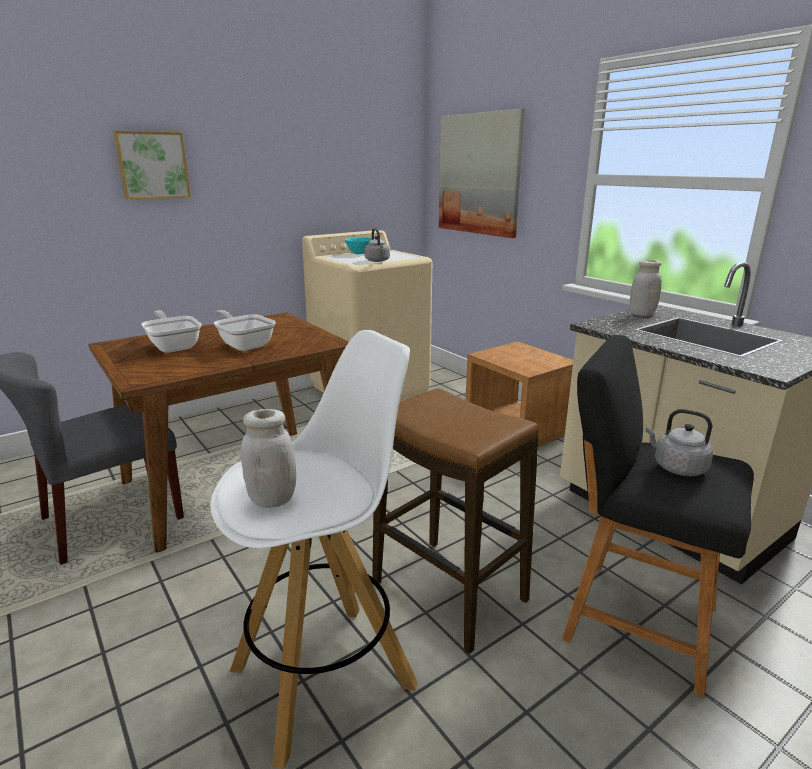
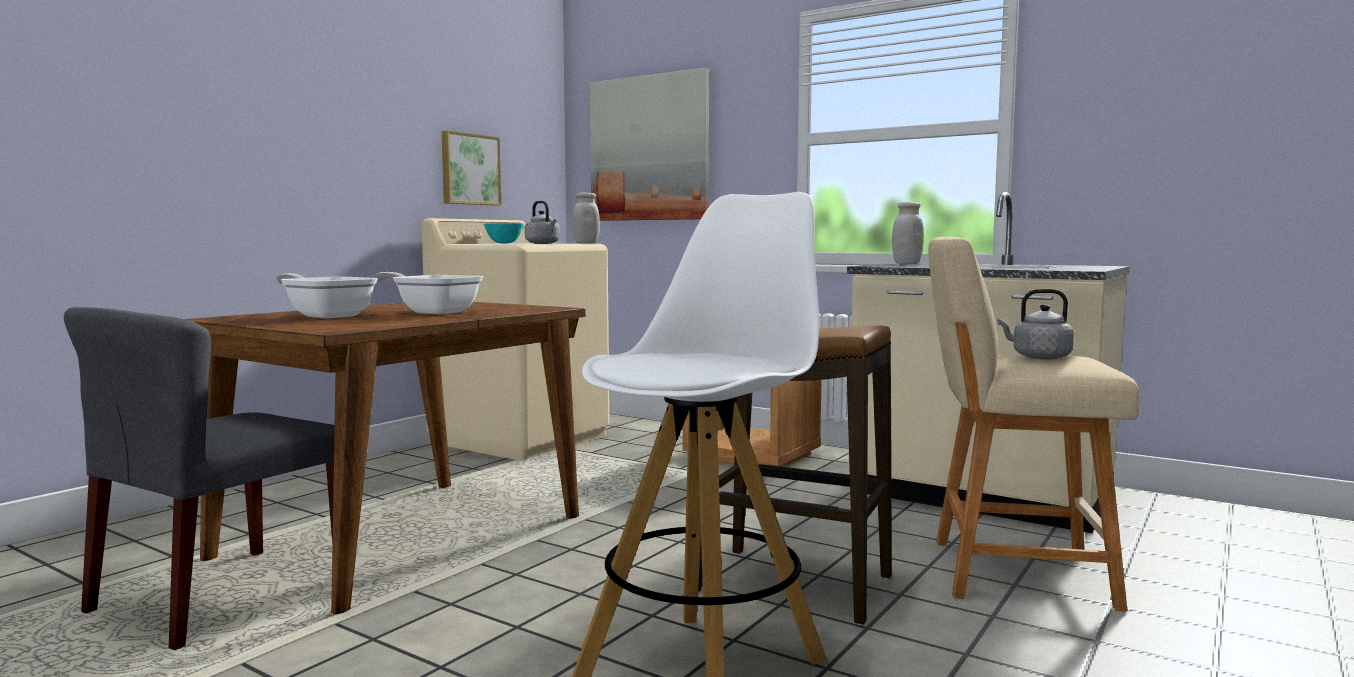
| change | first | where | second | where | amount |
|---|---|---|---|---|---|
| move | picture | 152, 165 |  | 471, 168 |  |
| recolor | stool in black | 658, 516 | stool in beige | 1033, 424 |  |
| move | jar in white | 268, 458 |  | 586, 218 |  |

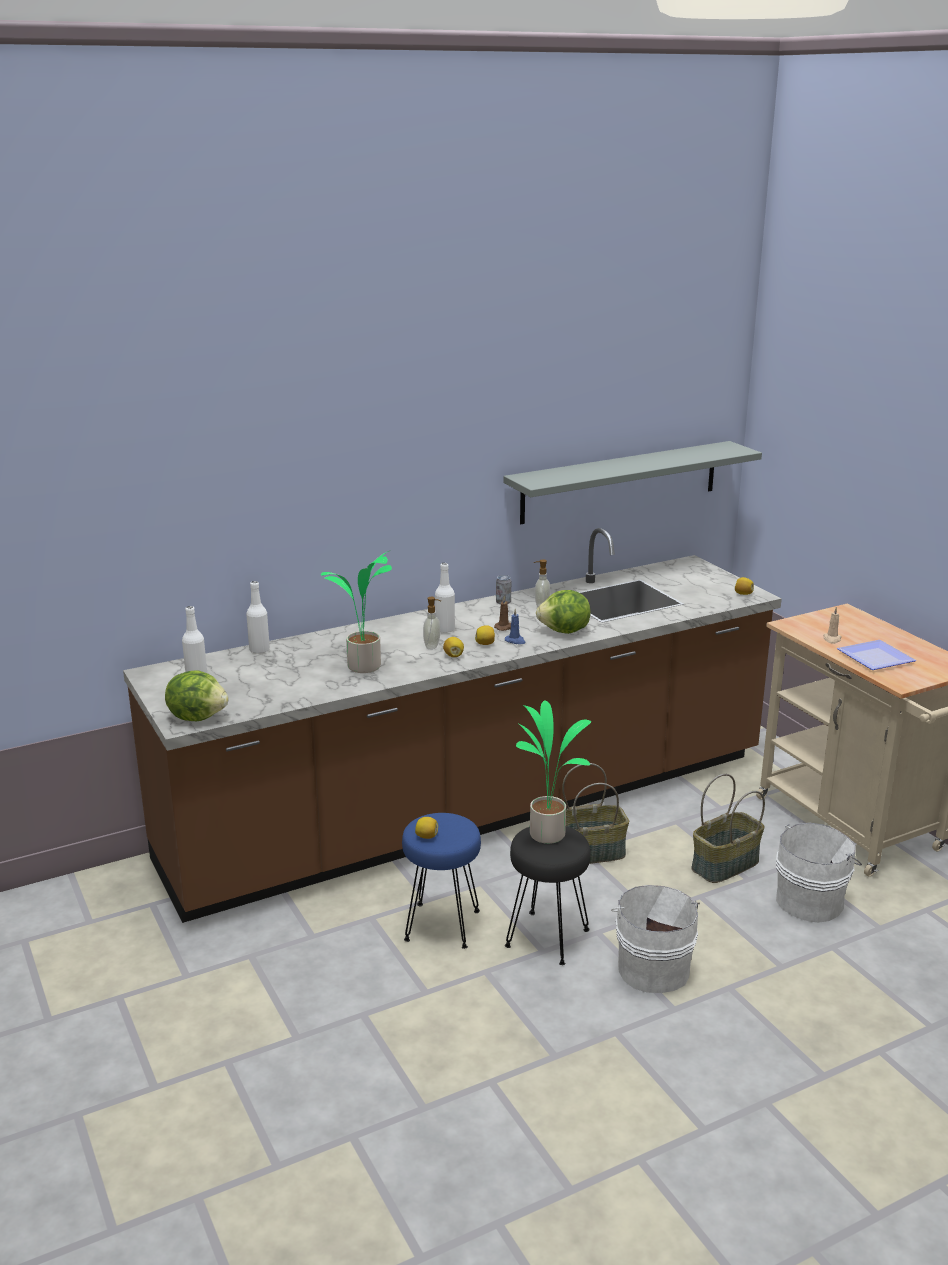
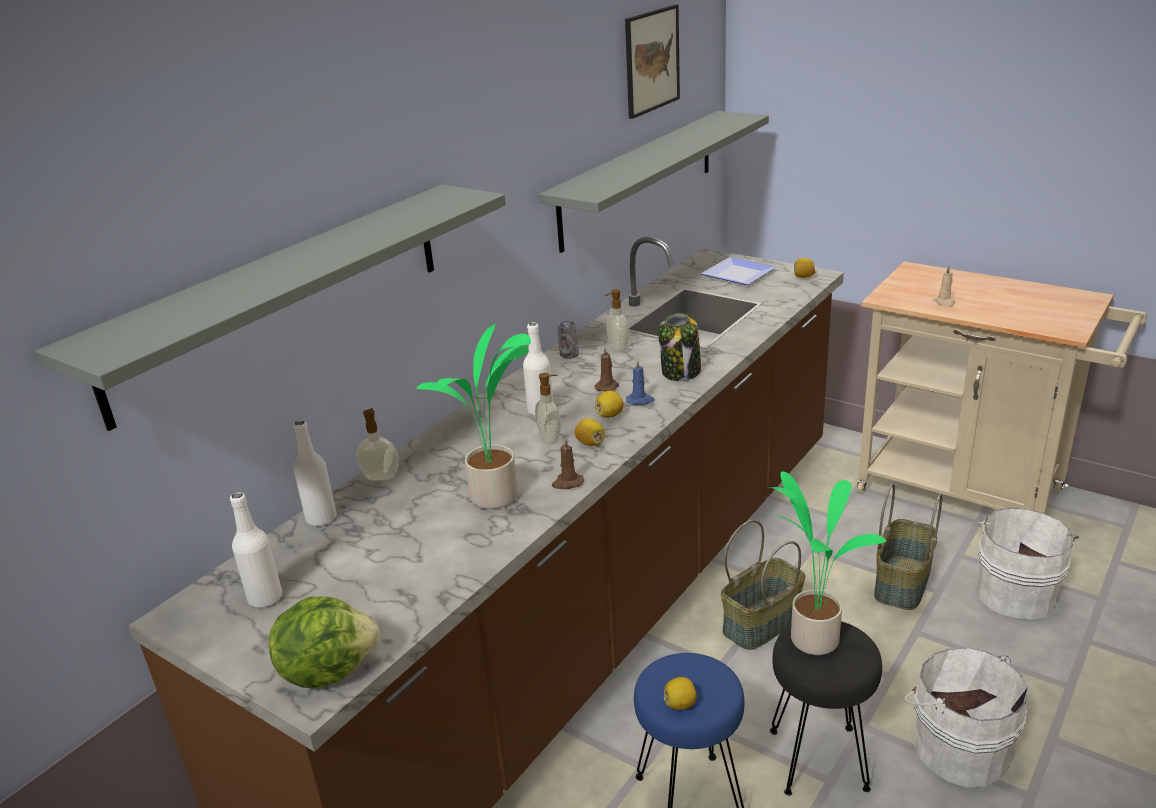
| change | first | where | second | where | amount |
|---|---|---|---|---|---|
| replace | lettuce | 563, 612 | jar | 679, 347 |  |
| move | plate | 876, 655 |  | 738, 271 |  |
| insert |  |  | picture | 652, 62 |  |
| insert |  |  | shelf in grey | 270, 307 |  |
| insert |  |  | soap dispenser | 377, 444 |  |
| insert |  |  | candle in brown | 568, 463 |  |

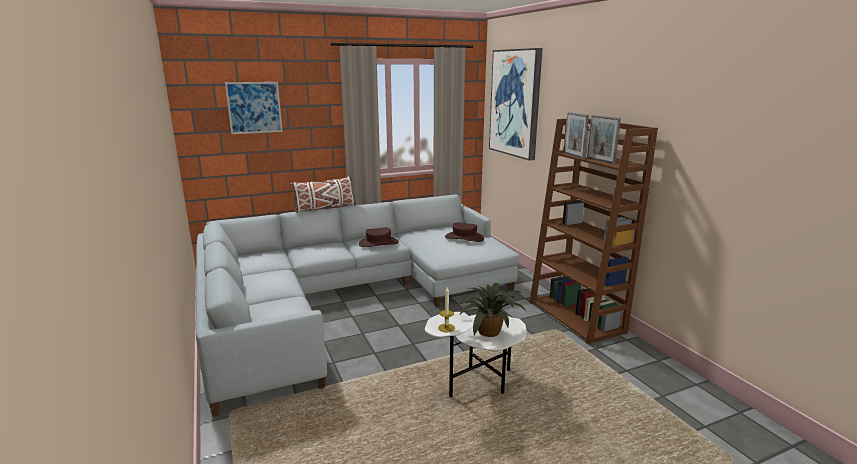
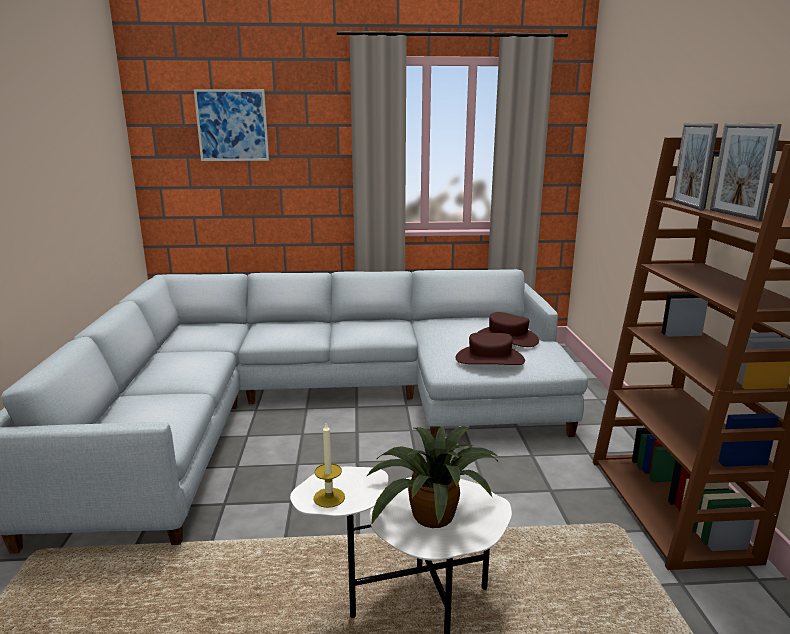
| change | first | where | second | where | amount |
|---|---|---|---|---|---|
| delete | picture | 515, 104 |  |  |  |
| delete | pillow in white | 323, 194 |  |  |  |
| move | hat in brown | 379, 237 |  | 490, 349 |  |

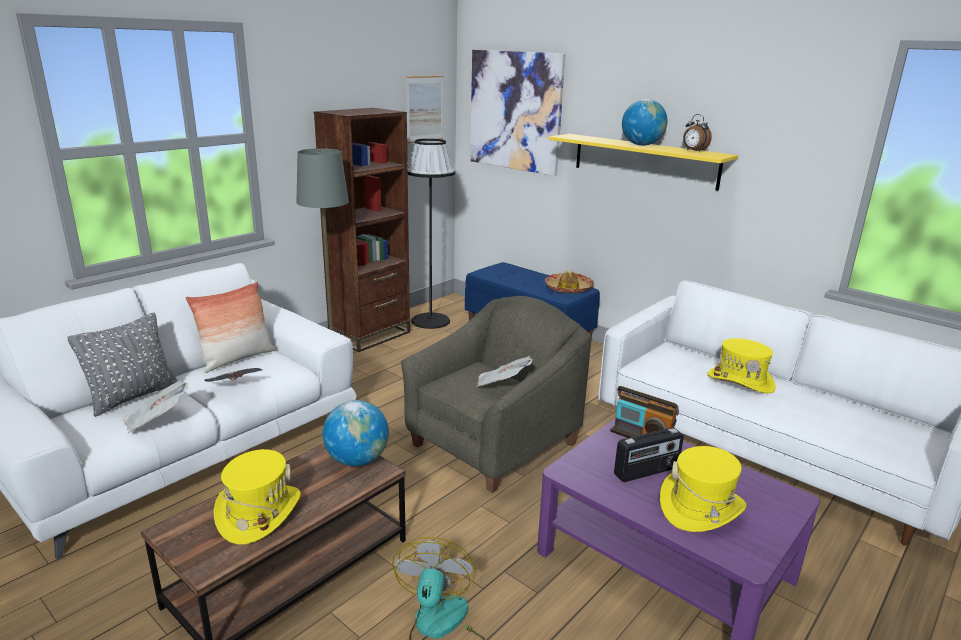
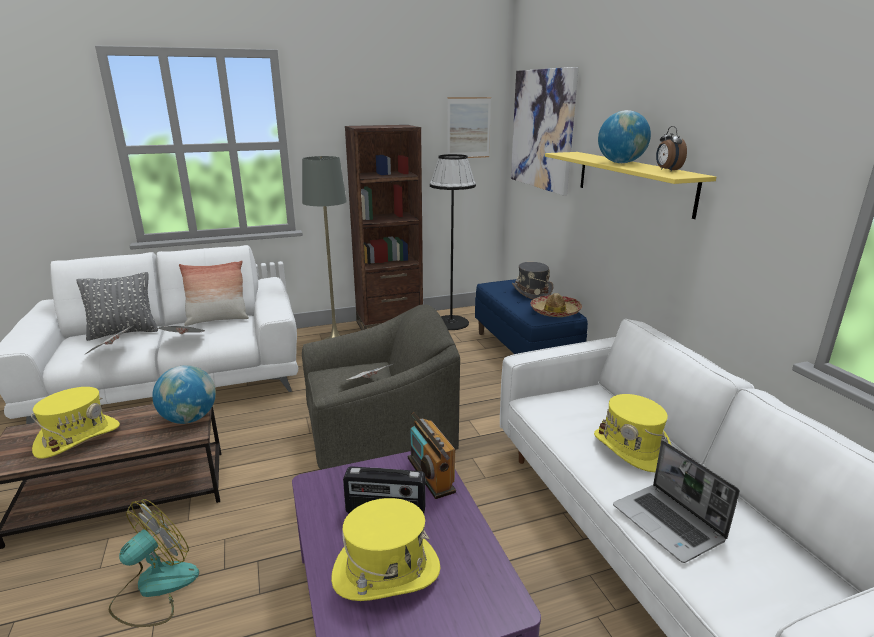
| change | first | where | second | where | amount |
|---|---|---|---|---|---|
| insert |  |  | hat in grey | 532, 281 |  |
| insert |  |  | laptop | 676, 501 |  |

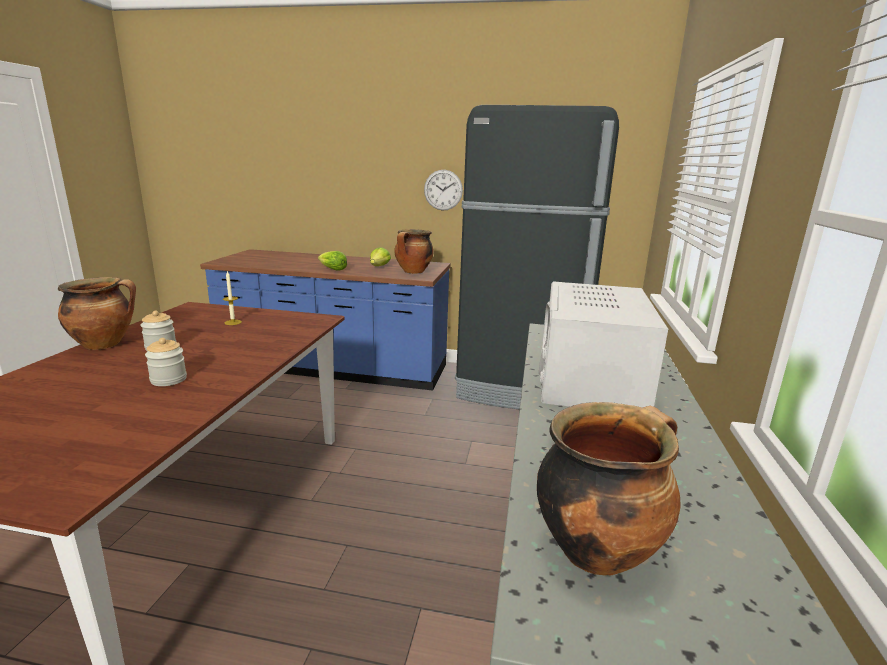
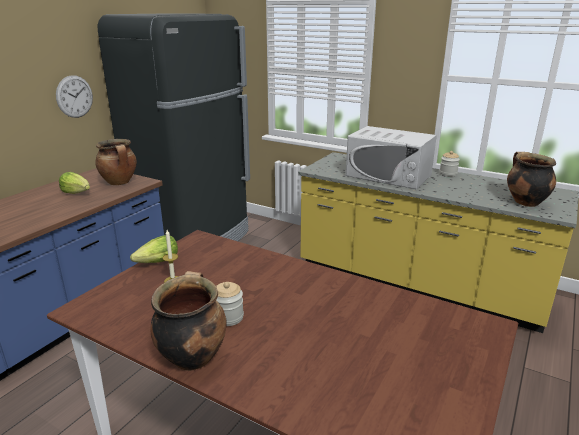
| change | first | where | second | where | amount |
|---|---|---|---|---|---|
| move | lettuce | 332, 261 |  | 154, 249 |  |
| move | jar | 166, 362 |  | 449, 163 |  |

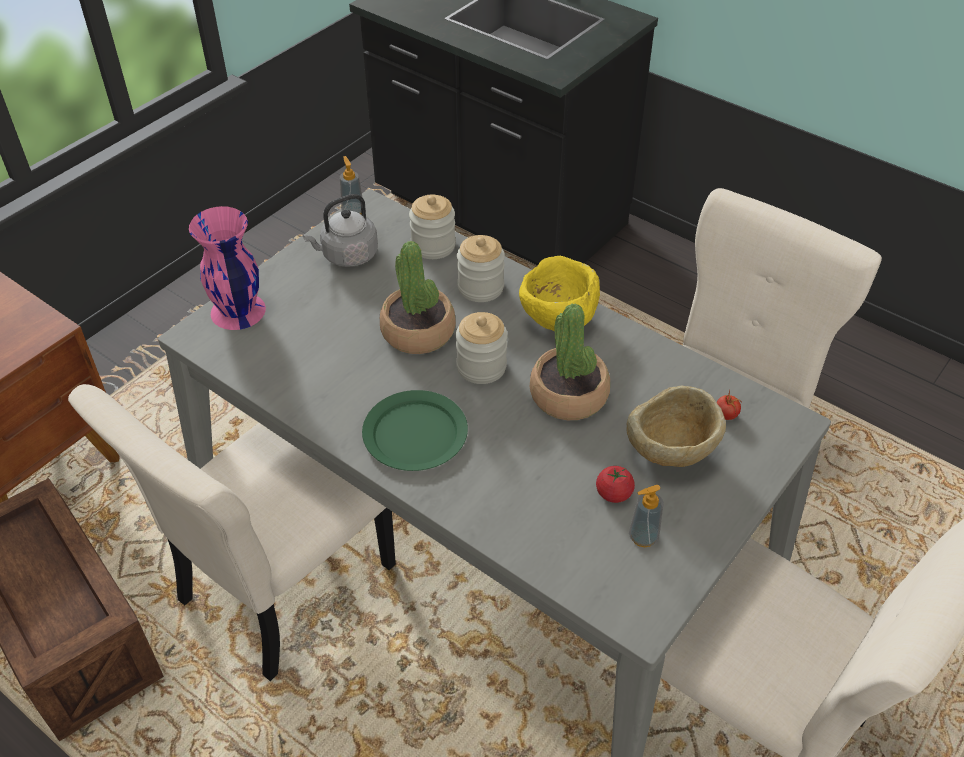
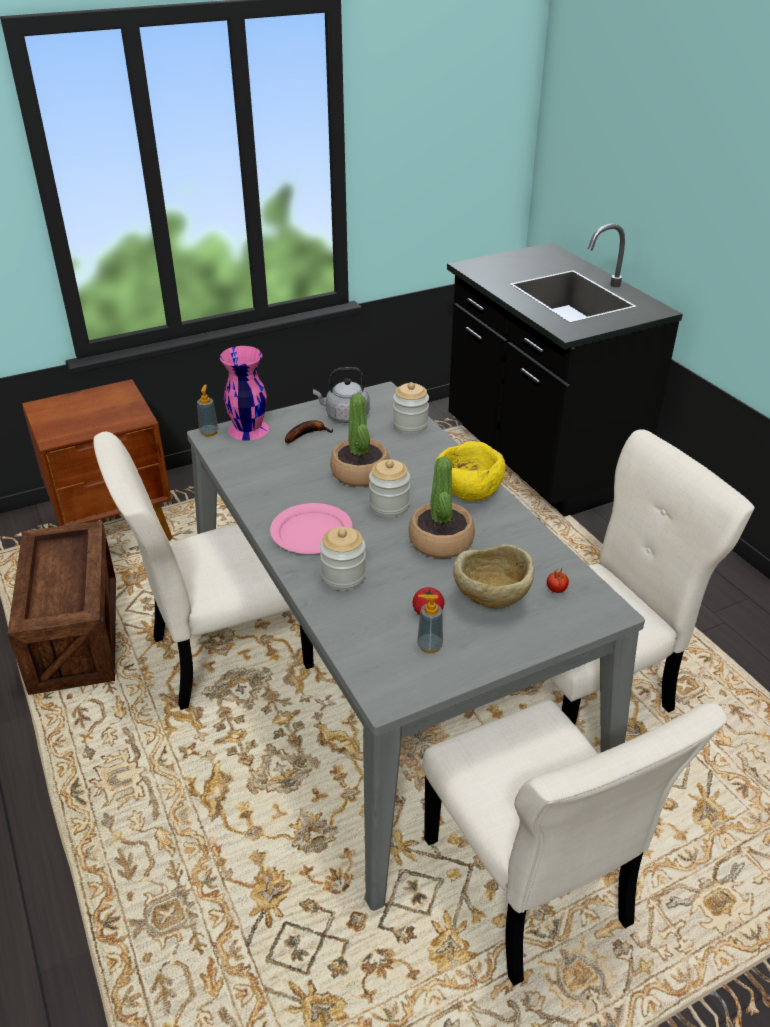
| change | first | where | second | where | amount |
|---|---|---|---|---|---|
| move | soap dispenser | 351, 185 |  | 207, 411 |  |
| move | jar | 481, 268 |  | 343, 559 |  |
| recolor | plate in green | 415, 430 | plate in pink | 311, 528 |  |
| insert |  |  | banana | 309, 431 |  |

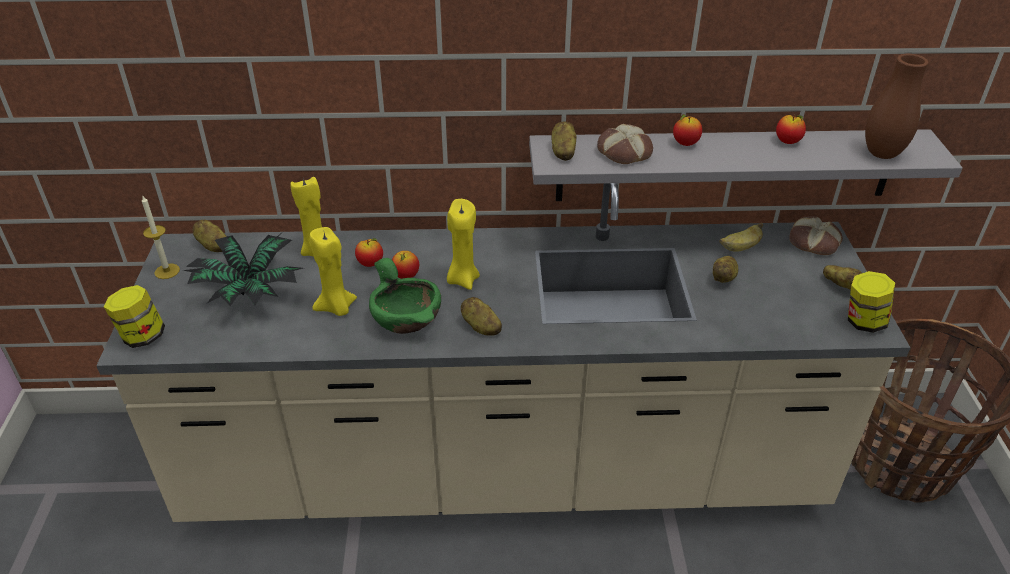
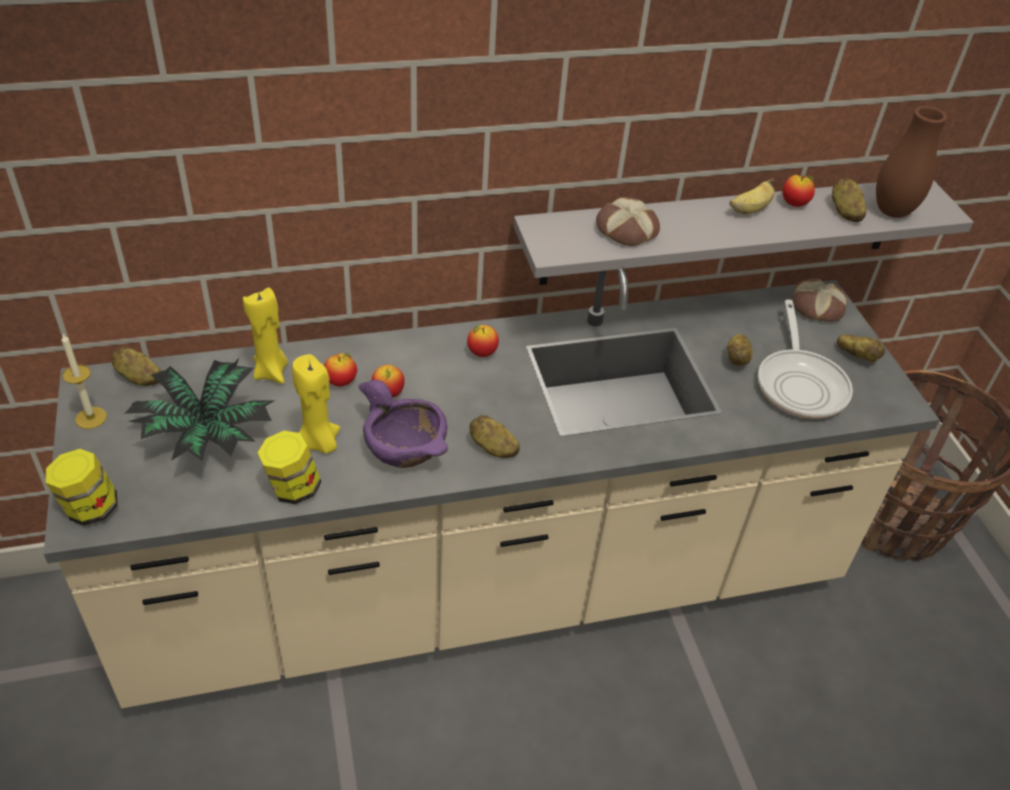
| change | first | where | second | where | amount |
|---|---|---|---|---|---|
| move | apple | 687, 130 |  | 483, 341 |  |
| move | potato | 564, 141 |  | 849, 200 |  |
| delete | candle in yellow | 463, 244 |  |  |  |
| move | banana | 741, 237 |  | 752, 196 |  |
| recolor | bowl in green | 405, 296 | bowl in purple | 403, 424 |  |
| move | jar | 871, 302 |  | 289, 467 |  |
| insert |  |  | frying pan | 805, 359 |  |

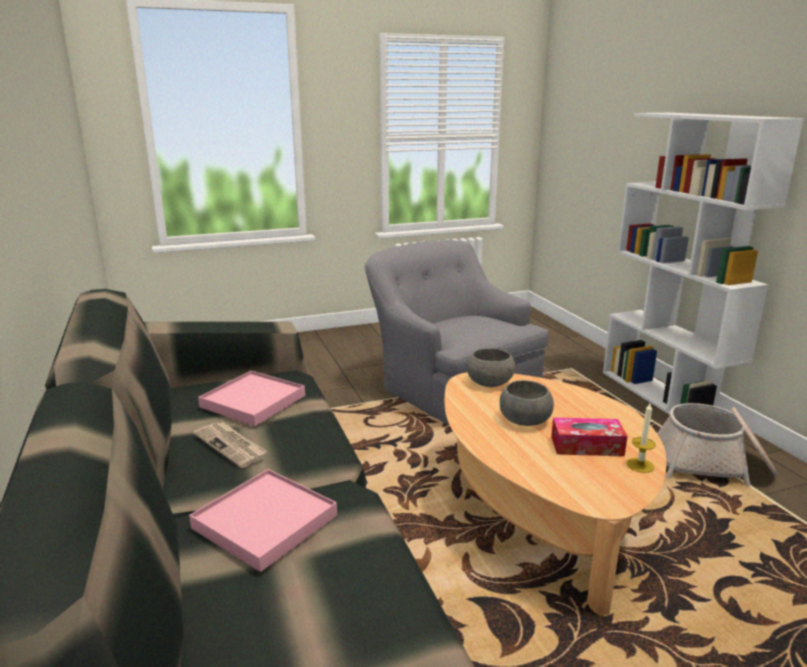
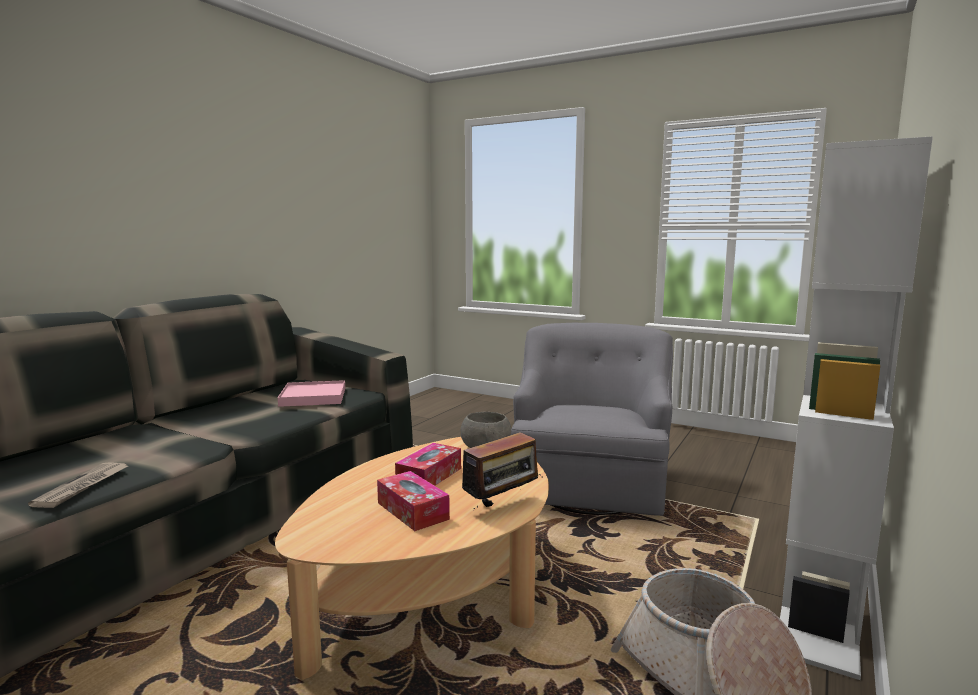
| change | first | where | second | where | amount |
|---|---|---|---|---|---|
| replace | bowl in grey | 527, 403 | tissue box | 428, 464 |  |
| delete | candle | 641, 438 |  |  |  |
| move | newspaper | 230, 445 |  | 78, 485 |  |
| delete | tray in pink | 263, 520 |  |  |  |
| insert |  |  | radio | 502, 470 |  |

